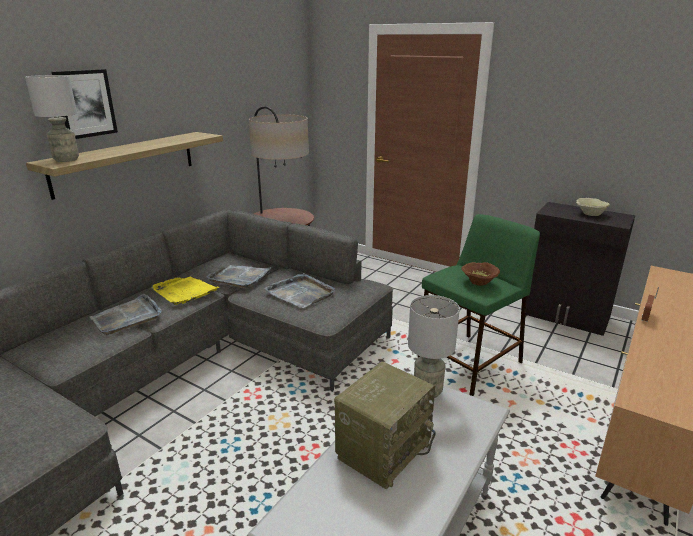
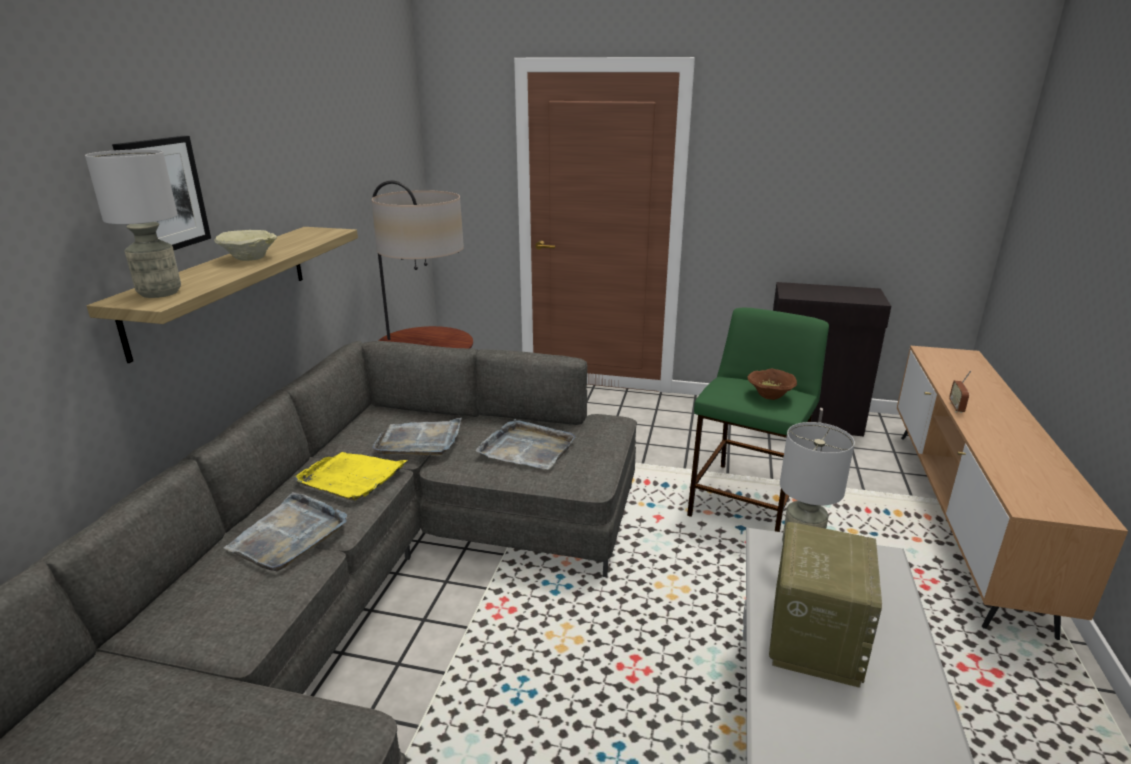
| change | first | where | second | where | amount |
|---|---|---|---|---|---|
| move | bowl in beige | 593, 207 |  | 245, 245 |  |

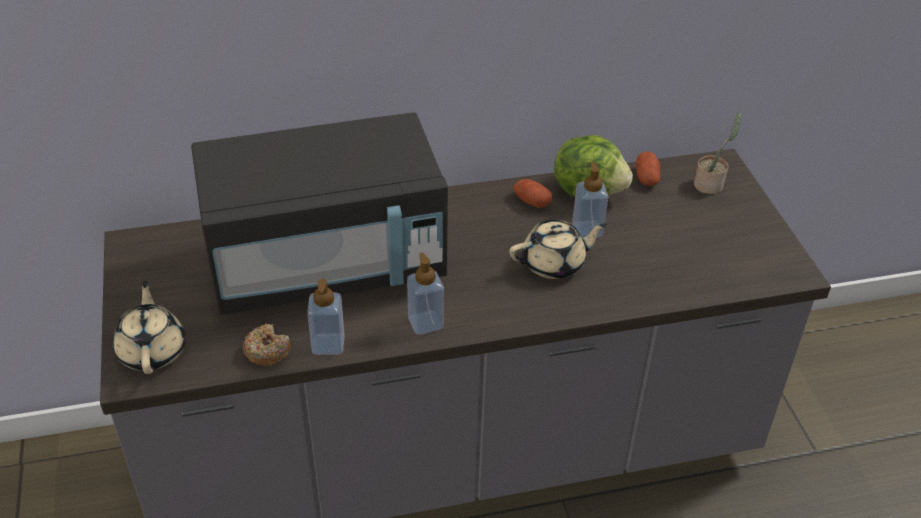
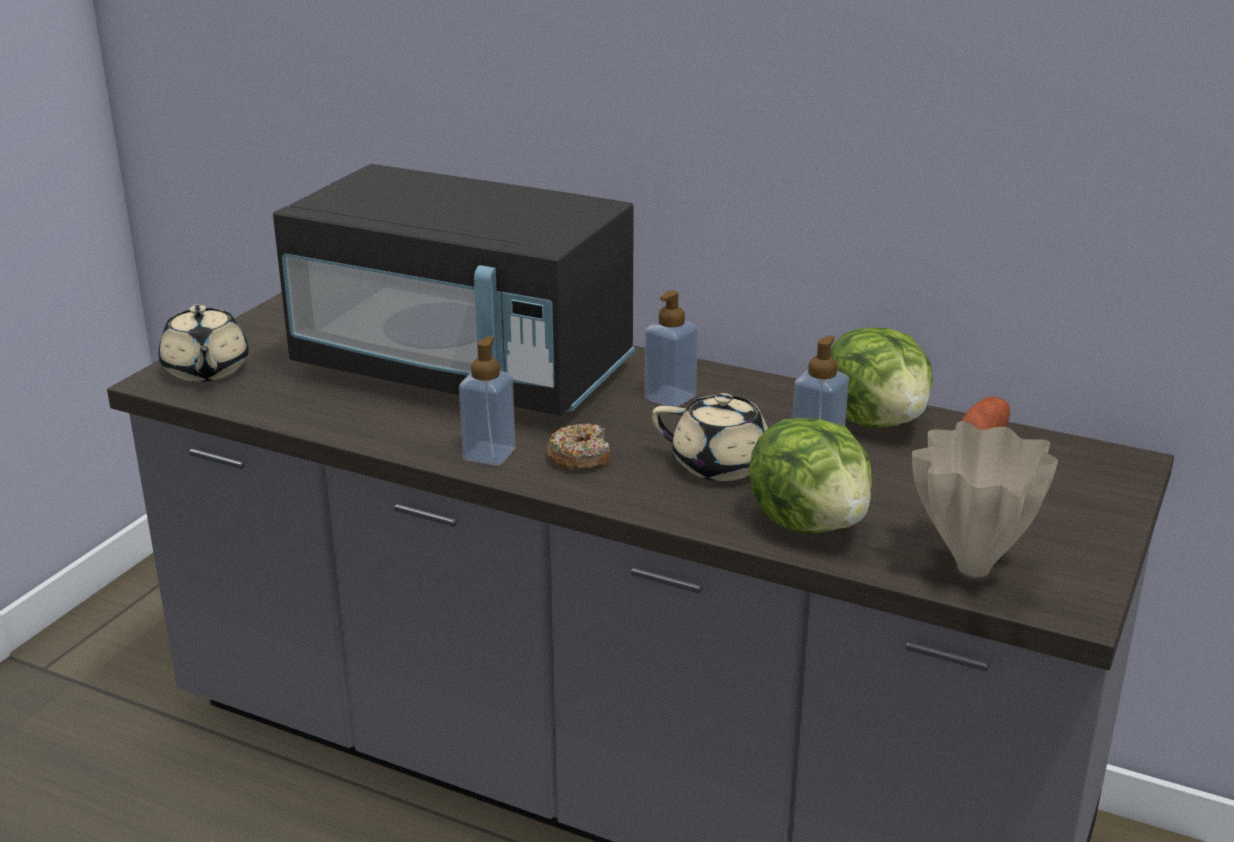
| change | first | where | second | where | amount |
|---|---|---|---|---|---|
| delete | potted plant | 718, 153 |  |  |  |
| delete | potato | 532, 193 |  |  |  |
| move | soap dispenser | 326, 317 |  | 671, 348 |  |
| rotate | teapot in beige | 149, 327 |  | 204, 343 | 135 degrees clockwise |
| move | donut | 267, 345 |  | 579, 447 |  |
| insert |  |  | lettuce | 810, 476 |  |
| insert |  |  | vase in beige | 985, 499 |  |

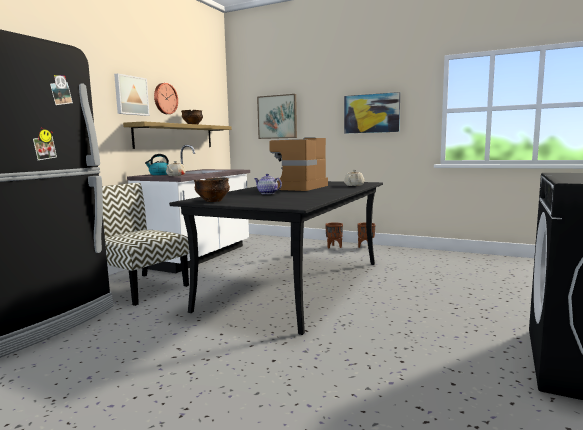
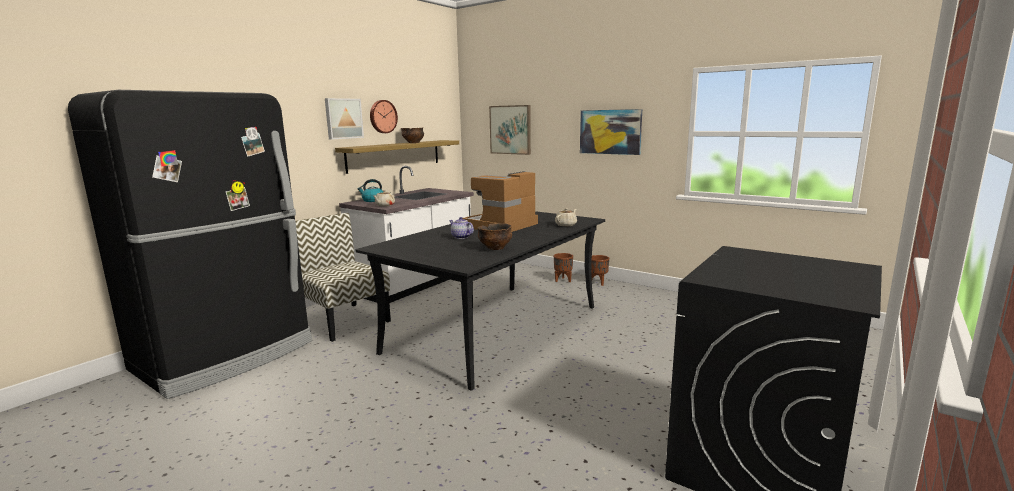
| change | first | where | second | where | amount |
|---|---|---|---|---|---|
| move | bowl | 212, 189 |  | 495, 236 |  |

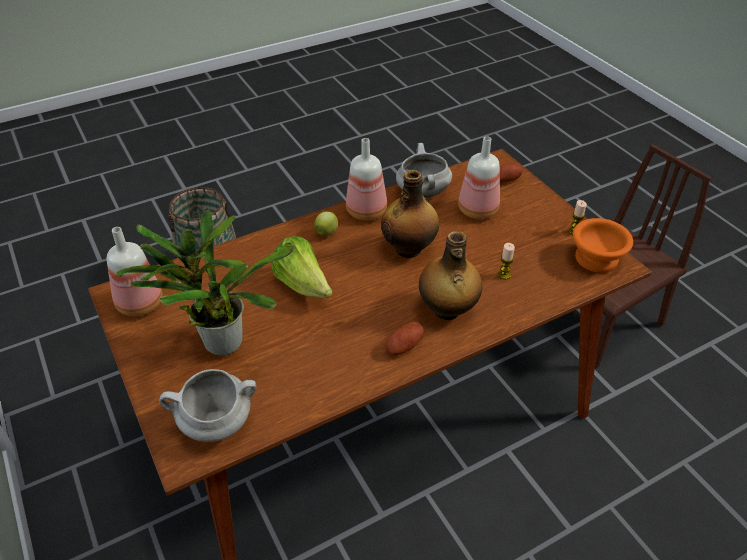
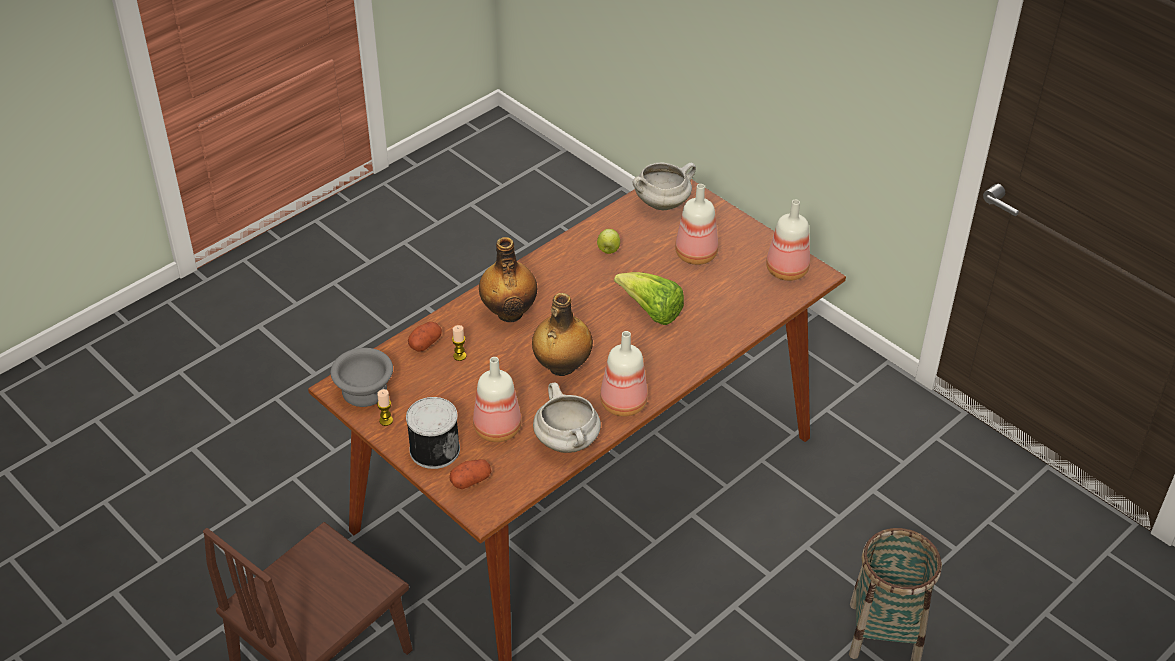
| change | first | where | second | where | amount |
|---|---|---|---|---|---|
| replace | potted plant | 204, 282 | bottle | 696, 224 |  |
| move | apple | 326, 223 |  | 608, 241 |  |
| recolor | bowl in orange | 603, 245 | bowl in grey | 362, 377 |  |
| move | potato | 404, 338 |  | 425, 337 |  |
| insert |  |  | can | 433, 433 |  |

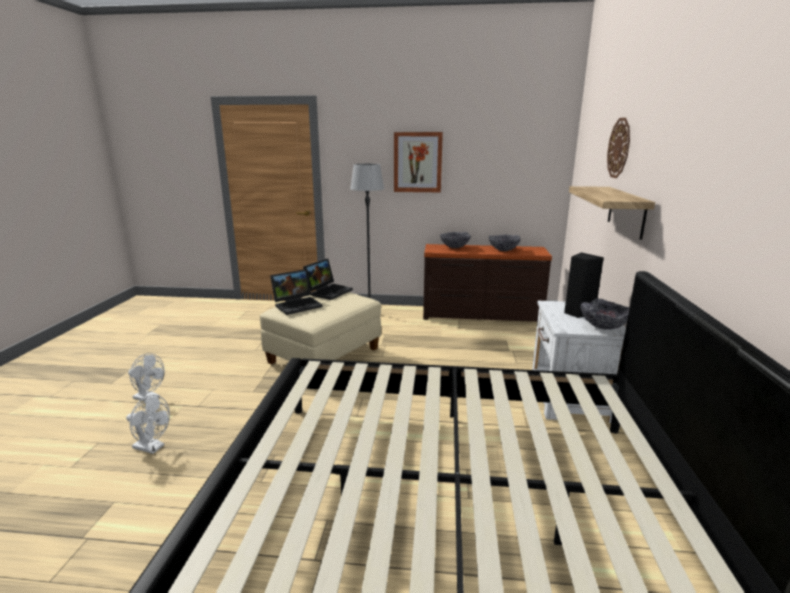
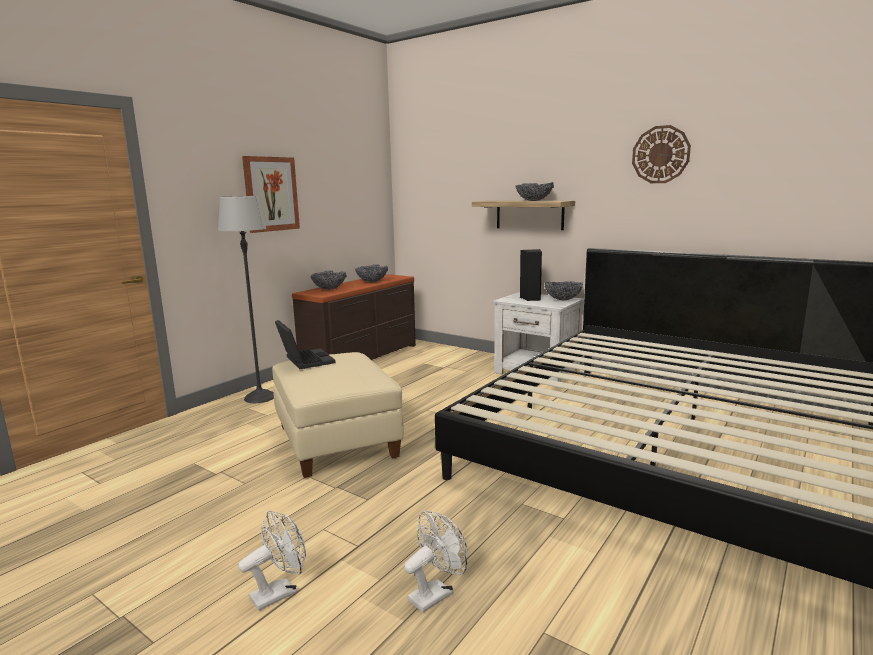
| change | first | where | second | where | amount |
|---|---|---|---|---|---|
| move | wall clock | 618, 148 |  | 661, 154 |  |
| delete | laptop | 296, 292 |  |  |  |
| insert |  |  | bowl | 534, 191 |  |

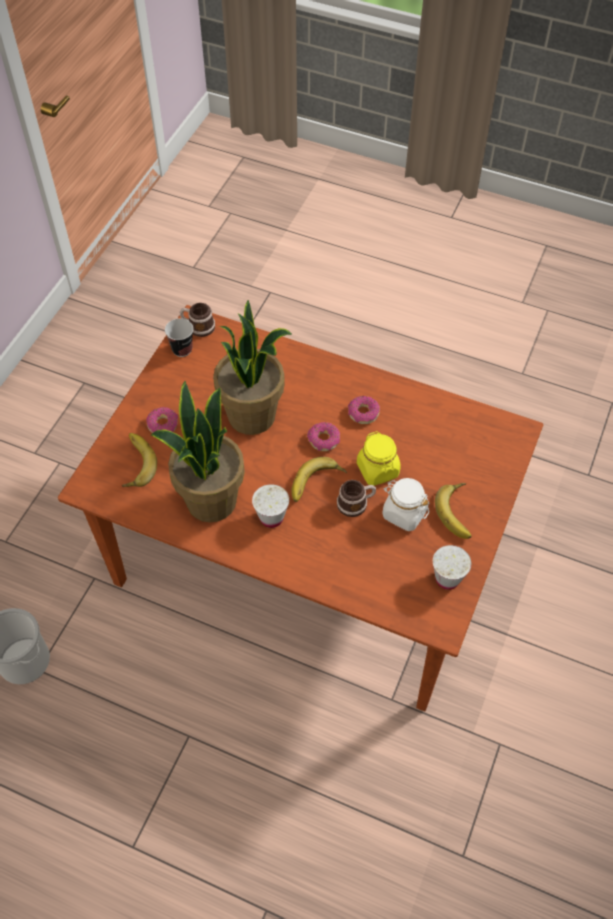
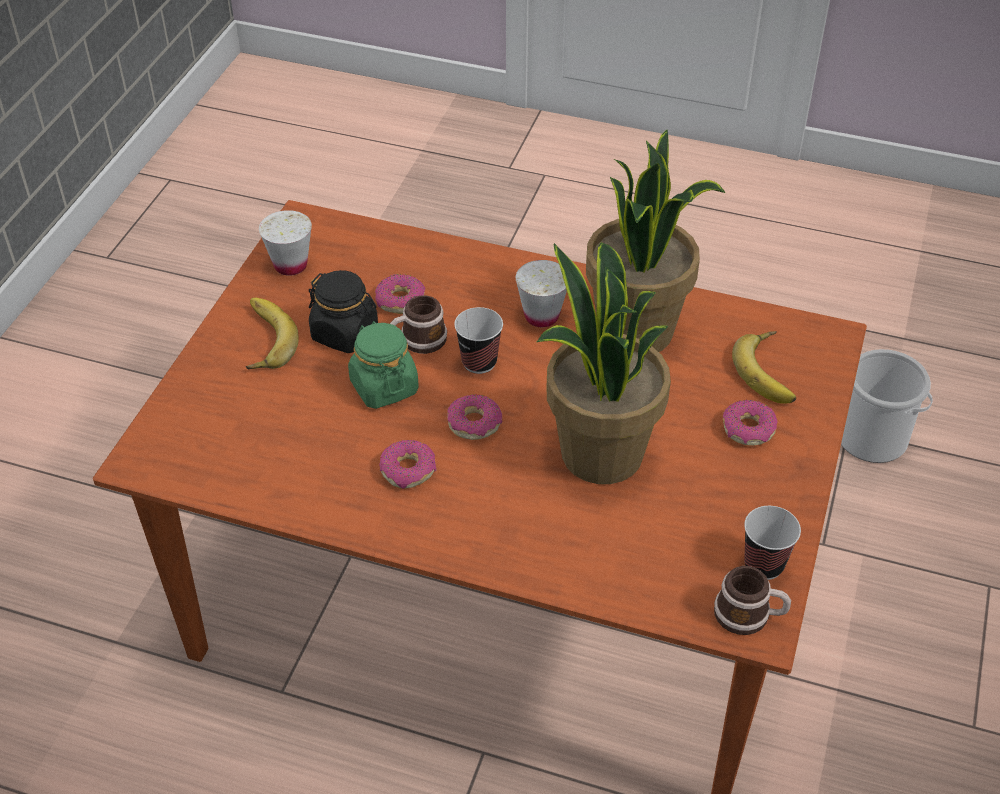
| change | first | where | second | where | amount |
|---|---|---|---|---|---|
| recolor | jar in yellow | 379, 458 | jar in green | 383, 365 |  |
| replace | banana | 319, 479 | cup | 478, 340 |  |
| recolor | jar in white | 406, 504 | jar in black | 343, 311 |  |
| insert |  |  | donut | 400, 294 |  |

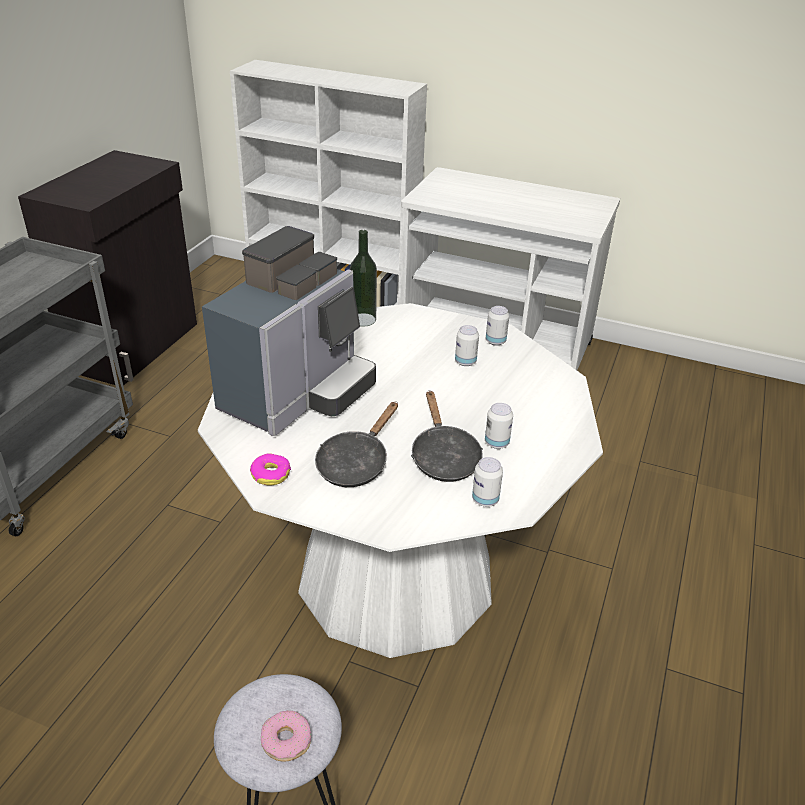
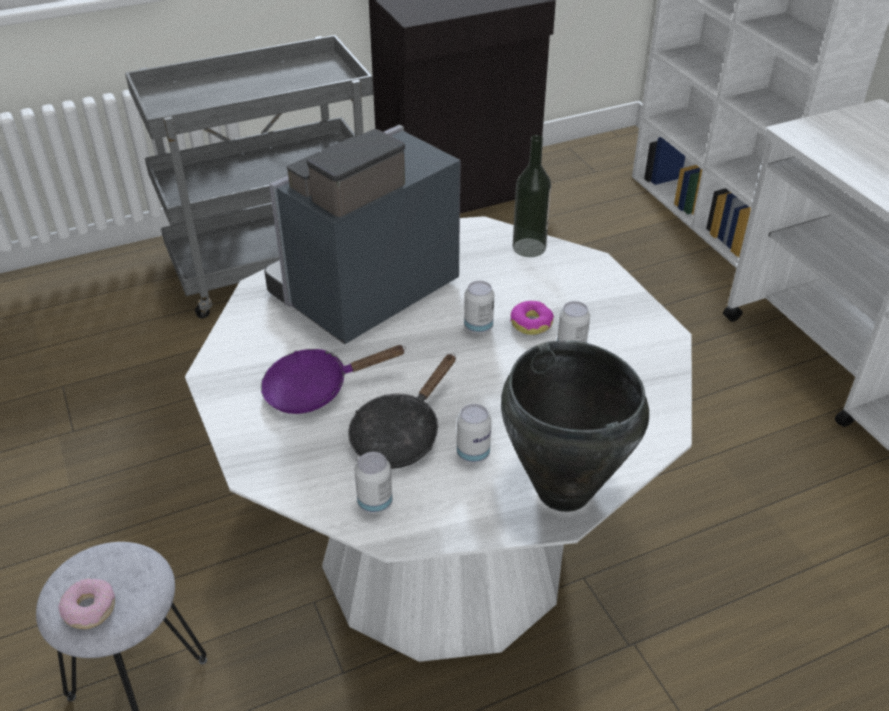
| change | first | where | second | where | amount |
|---|---|---|---|---|---|
| rotate | coffee machine | 289, 331 |  | 362, 234 | 150 degrees clockwise |
| move | can | 497, 326 |  | 479, 307 |  |
| recolor | frying pan in black | 356, 444 | frying pan in purple | 333, 379 |  |
| move | donut | 270, 470 |  | 532, 318 |  |
| insert |  |  | cooking pot in black | 575, 426 |  |

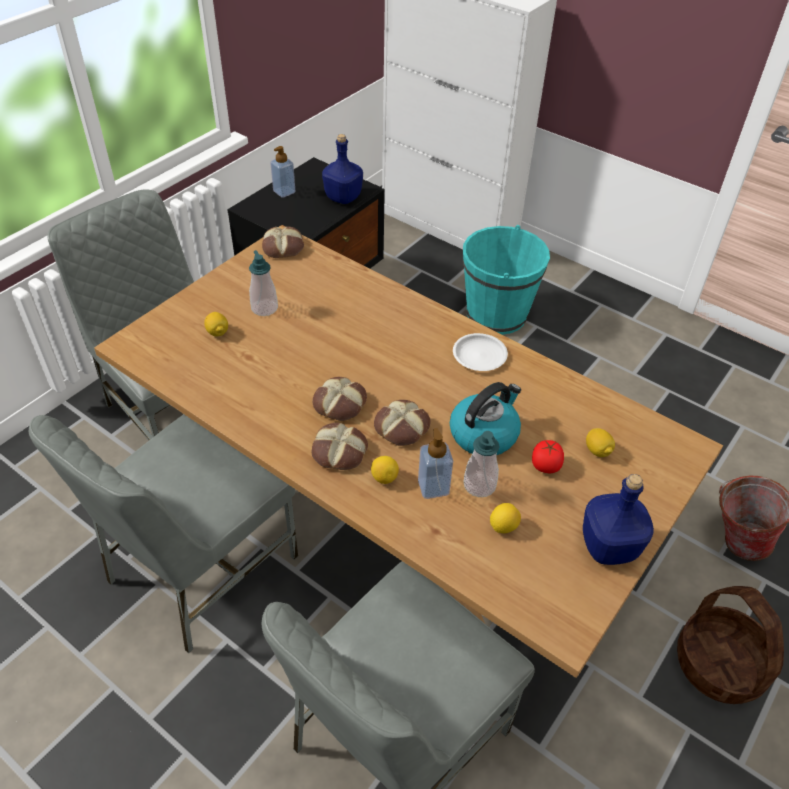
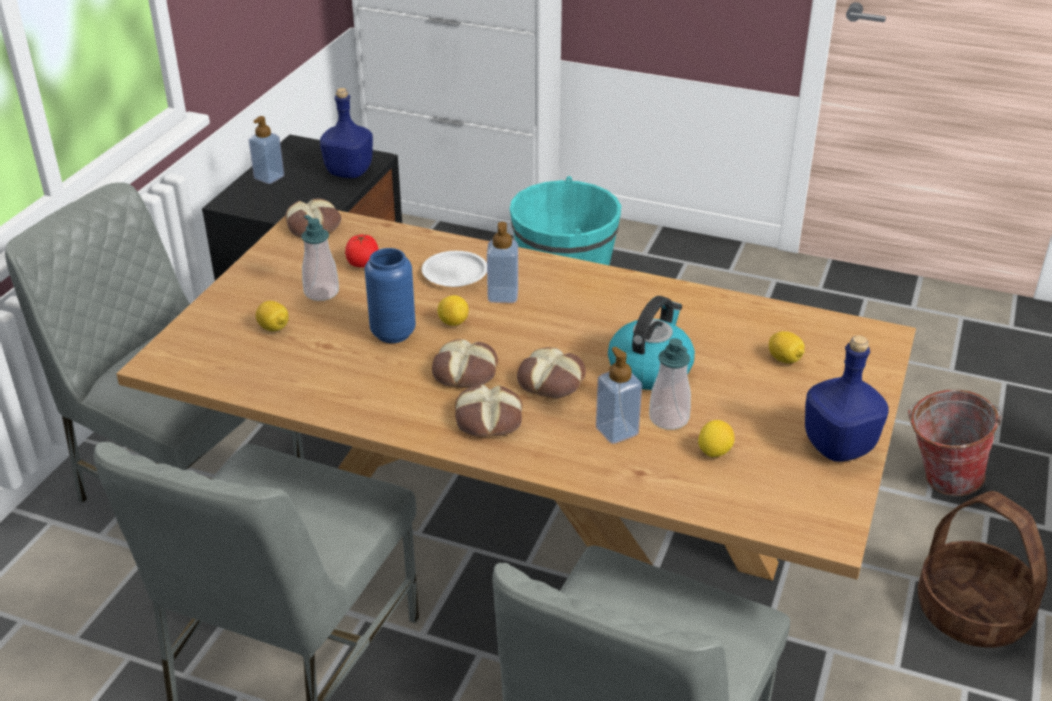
| change | first | where | second | where | amount |
|---|---|---|---|---|---|
| move | plate in white | 480, 352 |  | 454, 269 |  |
| move | tomato | 548, 456 |  | 362, 251 |  |
| move | lemon | 385, 470 |  | 453, 310 |  |
| insert |  |  | soap dispenser | 502, 262 |  |
| insert |  |  | vase in blue | 390, 295 |  |

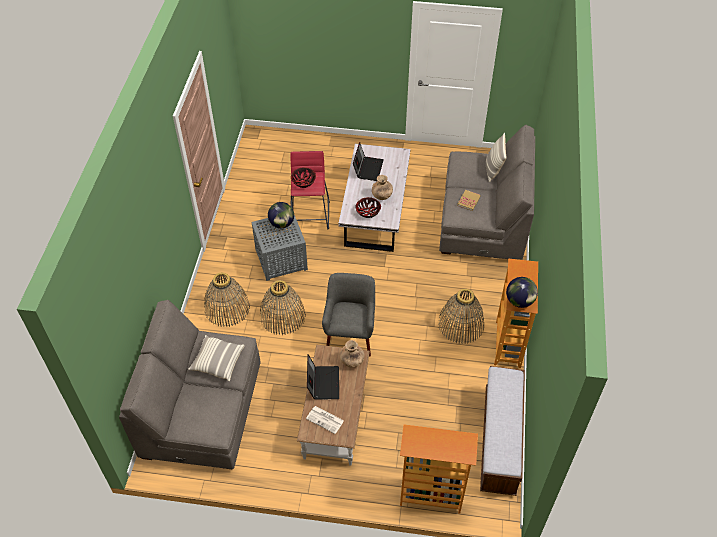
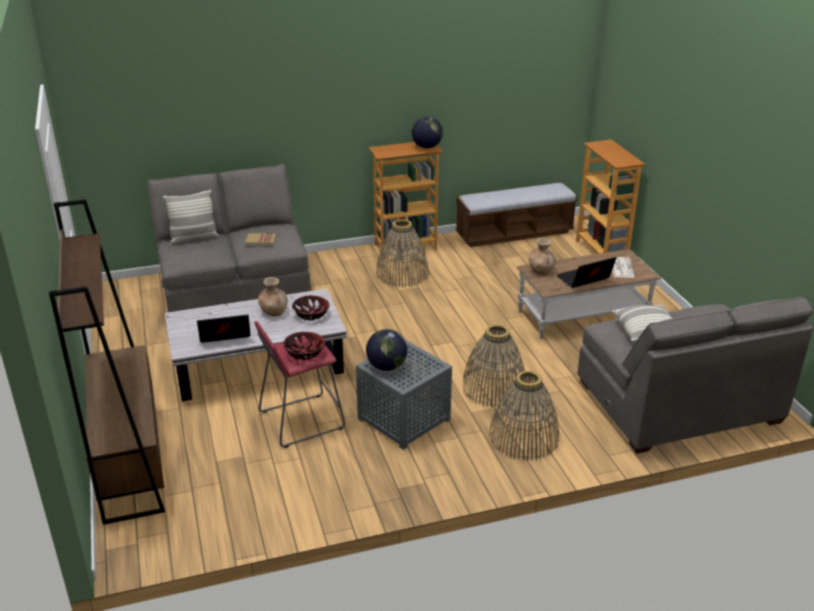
| change | first | where | second | where | amount |
|---|---|---|---|---|---|
| delete | armchair in grey | 348, 315 |  |  |  |
| insert |  |  | bookcase in brown | 107, 362 |  |

